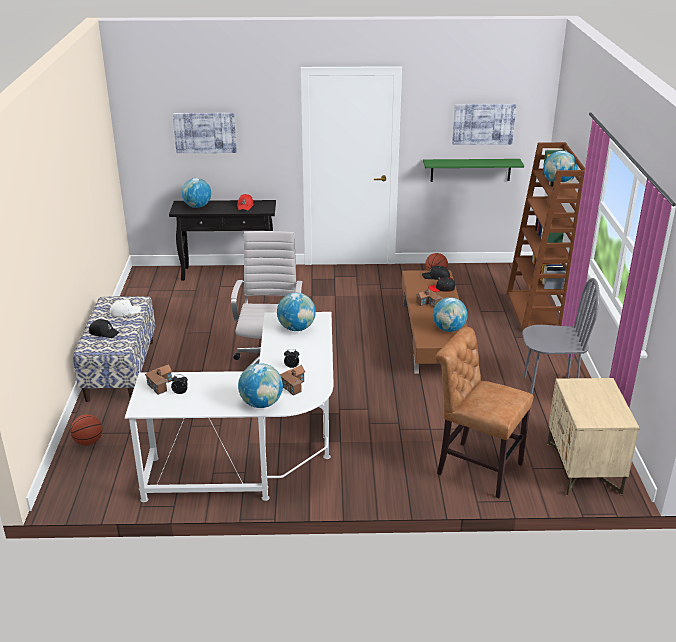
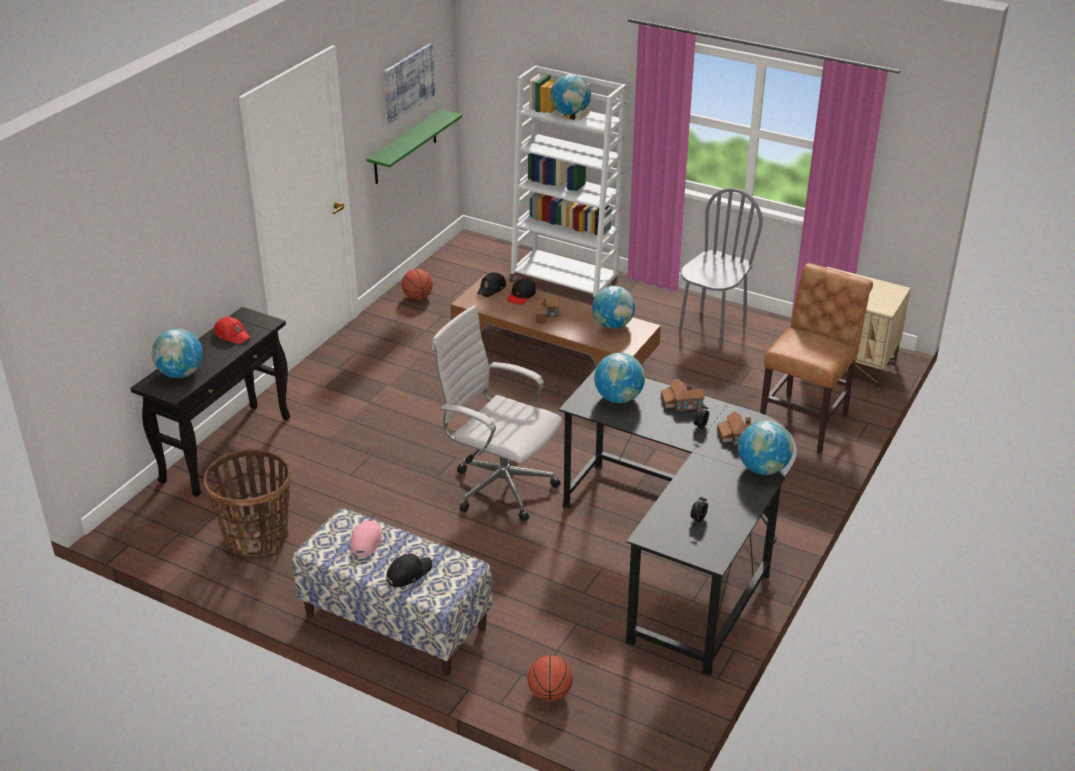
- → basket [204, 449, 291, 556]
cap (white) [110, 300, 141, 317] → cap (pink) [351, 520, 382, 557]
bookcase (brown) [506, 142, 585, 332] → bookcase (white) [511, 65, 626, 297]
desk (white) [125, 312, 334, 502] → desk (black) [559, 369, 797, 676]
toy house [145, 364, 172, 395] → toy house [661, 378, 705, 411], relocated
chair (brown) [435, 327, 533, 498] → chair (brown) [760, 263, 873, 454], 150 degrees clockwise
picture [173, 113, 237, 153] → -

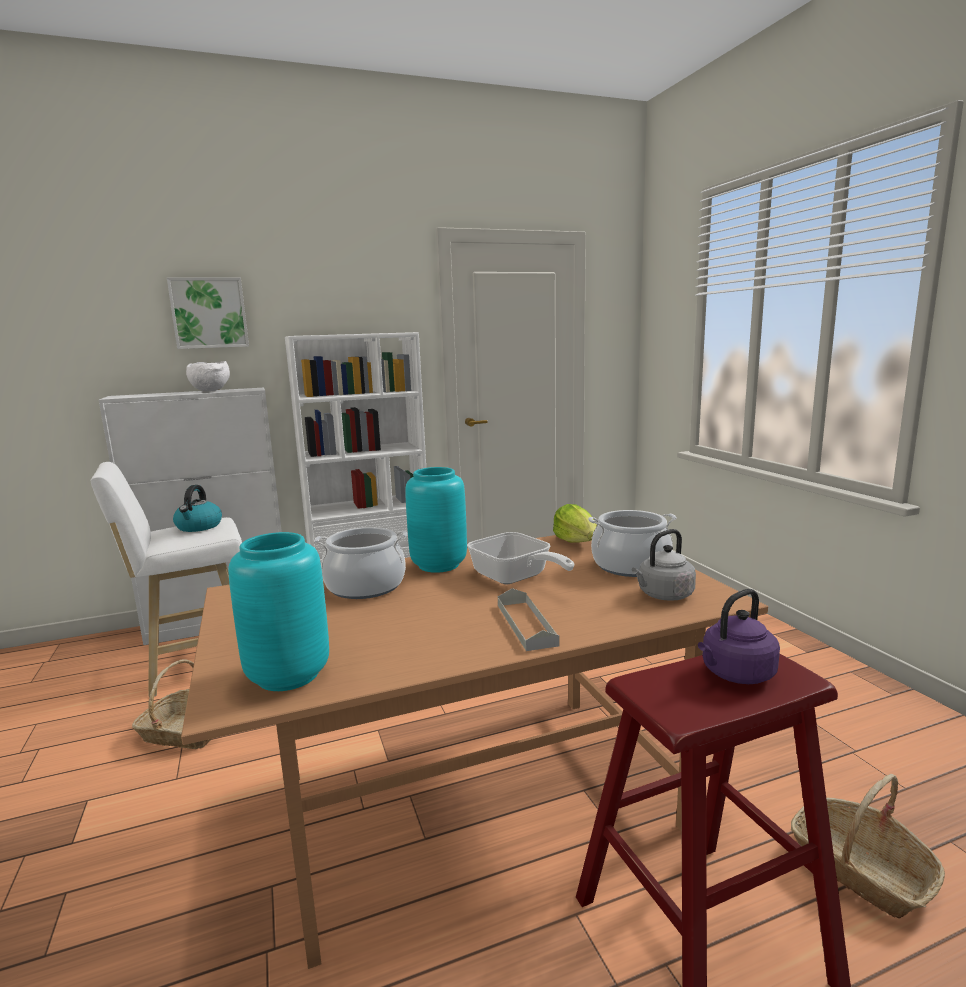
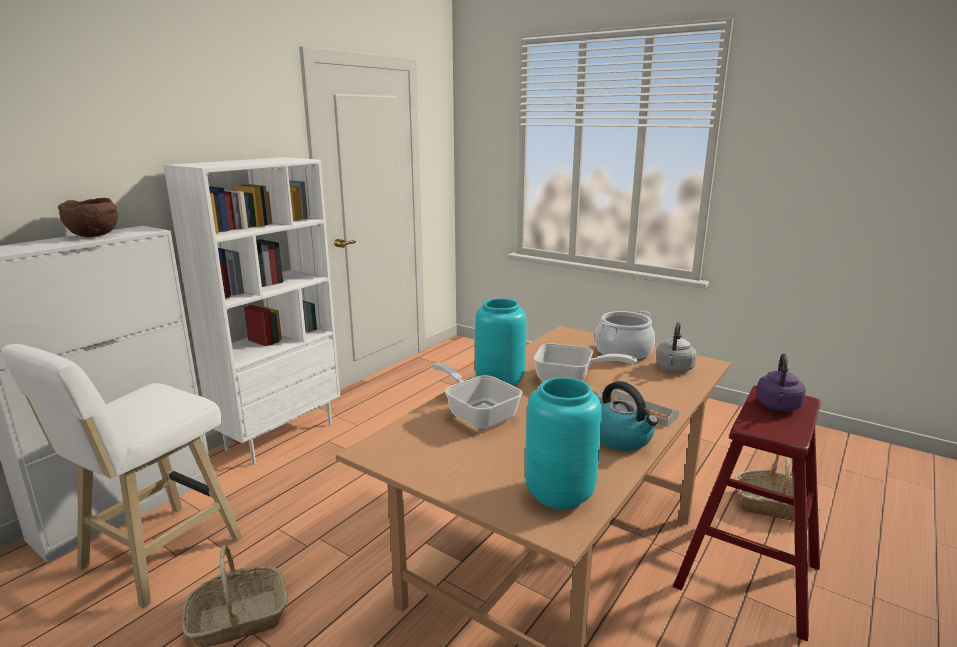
bowl (white) [186, 361, 230, 391] → bowl (brown) [58, 198, 118, 237]
cooking pot [314, 527, 408, 599] → frying pan [432, 362, 523, 429]
kettle [173, 485, 222, 532] → kettle [600, 381, 658, 451], relocated
picture [167, 278, 249, 349] → -
lettuce [553, 504, 597, 543] → -

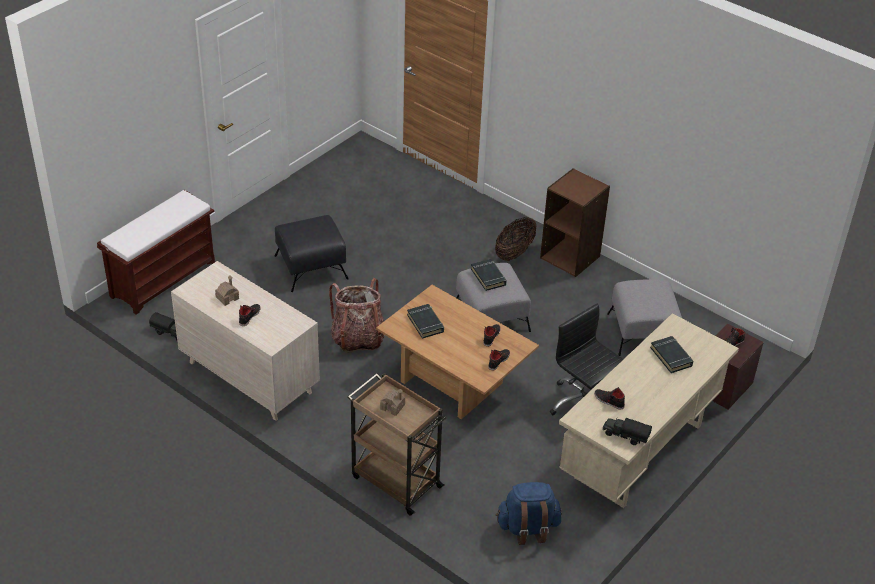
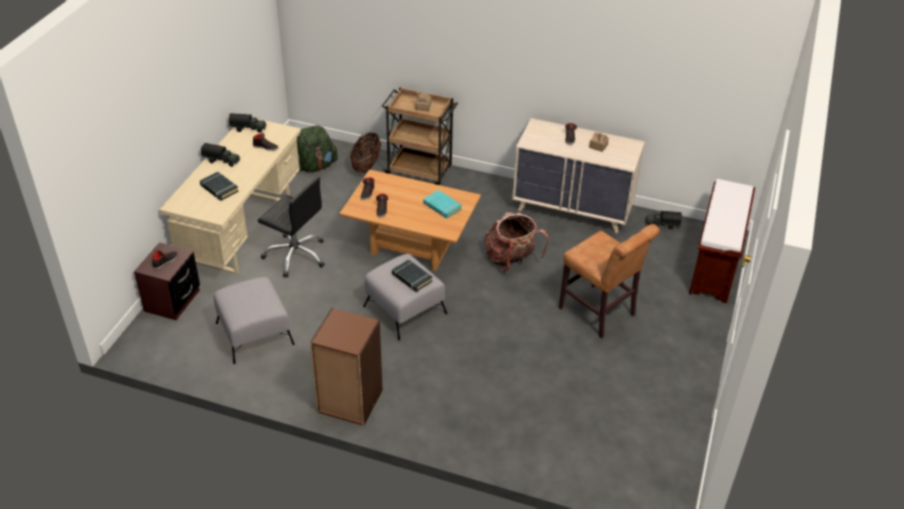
- → toy truck [201, 143, 240, 167]
backpack (blue) [496, 482, 562, 545] → backpack (green) [297, 125, 338, 172]
basket [495, 217, 536, 261] → basket [350, 132, 381, 173], relocated
book (black) [407, 304, 444, 339] → book (turquoise) [424, 190, 462, 219]
ottoman (black) [275, 215, 349, 292] → chair (brown) [559, 224, 660, 339]

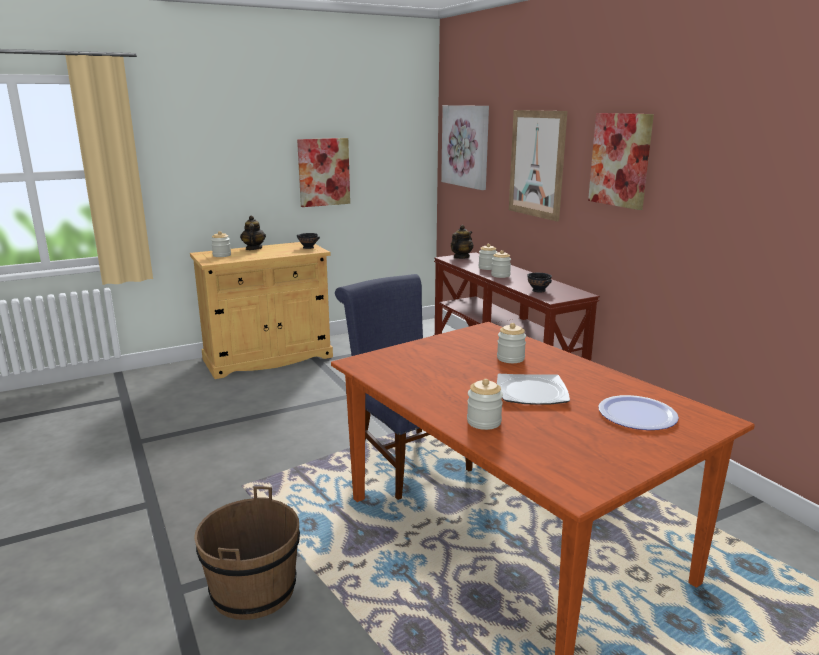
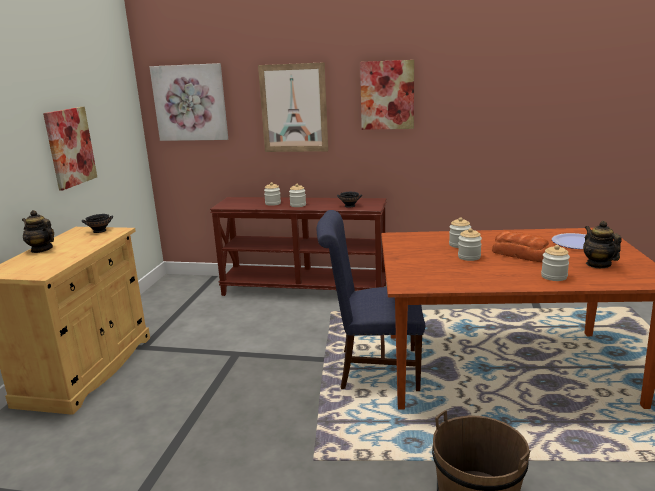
jar [211, 231, 231, 257] → jar [458, 228, 482, 261], relocated
plate [497, 374, 570, 405] → bread [492, 230, 549, 262]
teapot [451, 225, 473, 259] → teapot [583, 221, 622, 268], relocated

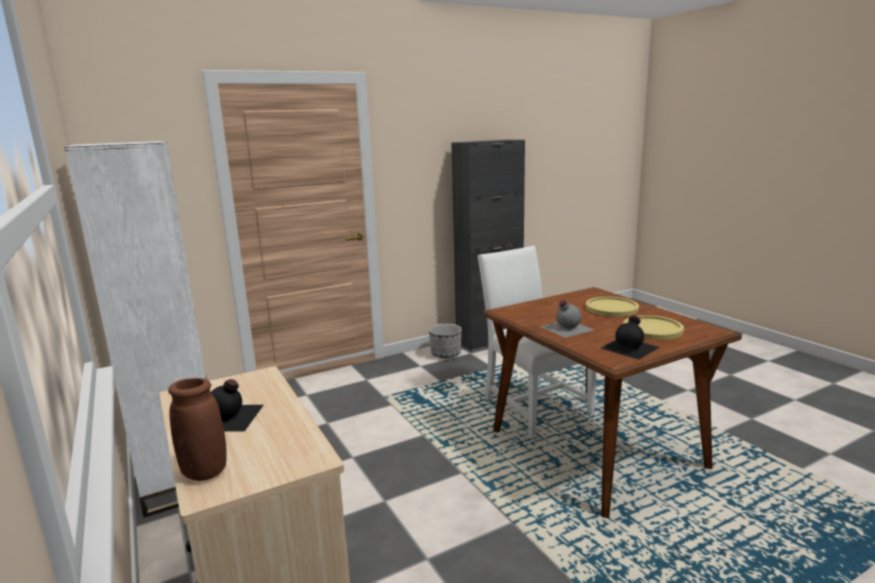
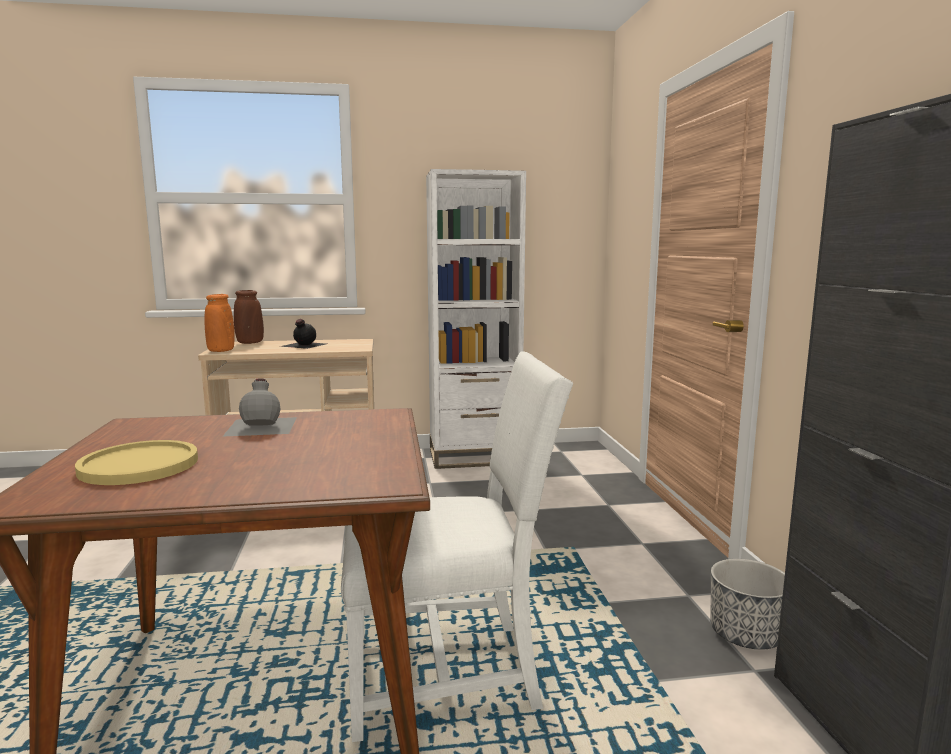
- → vase (orange) [205, 294, 235, 352]
plate (yellow) [586, 297, 639, 317] → -
bottle (black) [601, 315, 660, 360] → -

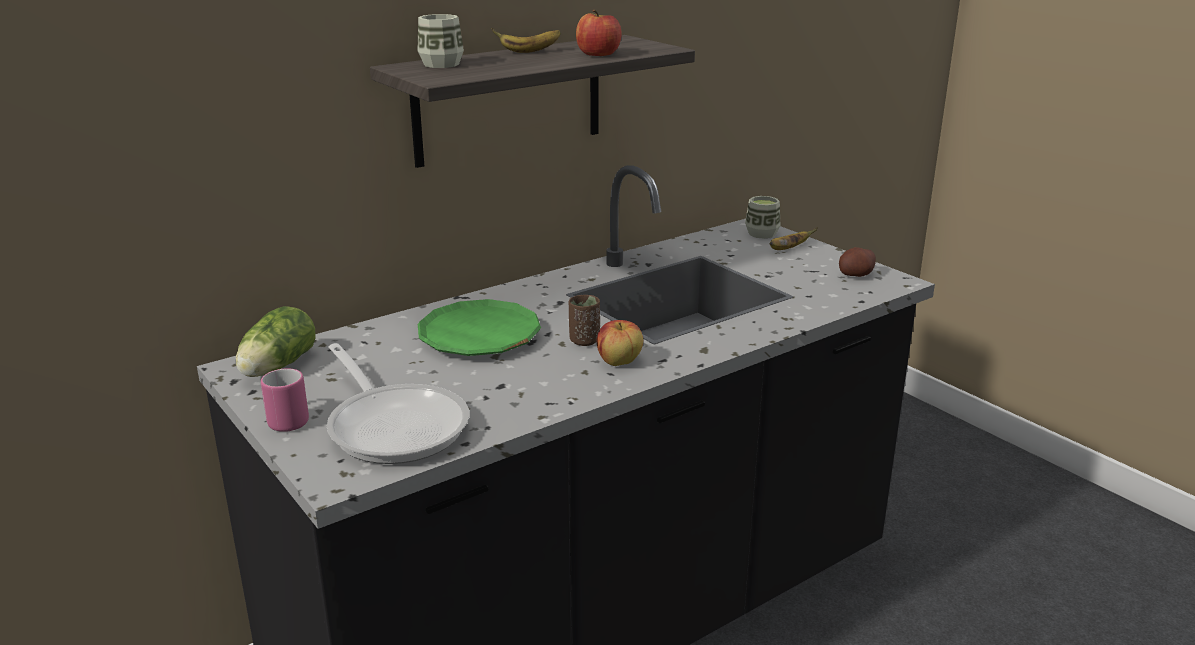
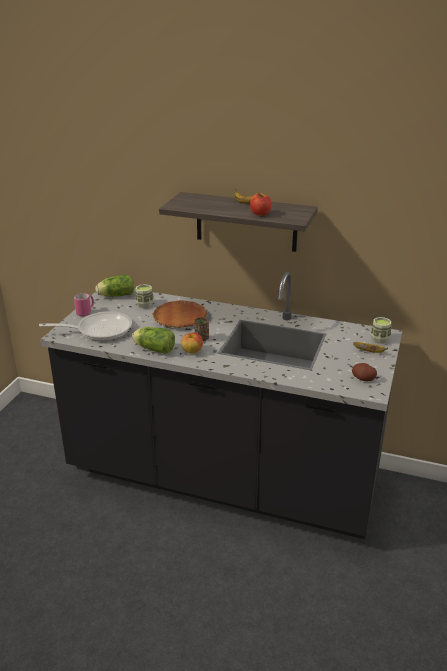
frying pan [327, 343, 469, 464] → frying pan [39, 311, 132, 341], 120 degrees counterclockwise
- → lettuce [132, 327, 175, 354]
cup [417, 14, 464, 68] → cup [135, 284, 154, 308], relocated
plate (green) [418, 299, 541, 356] → plate (brown) [153, 300, 207, 328]

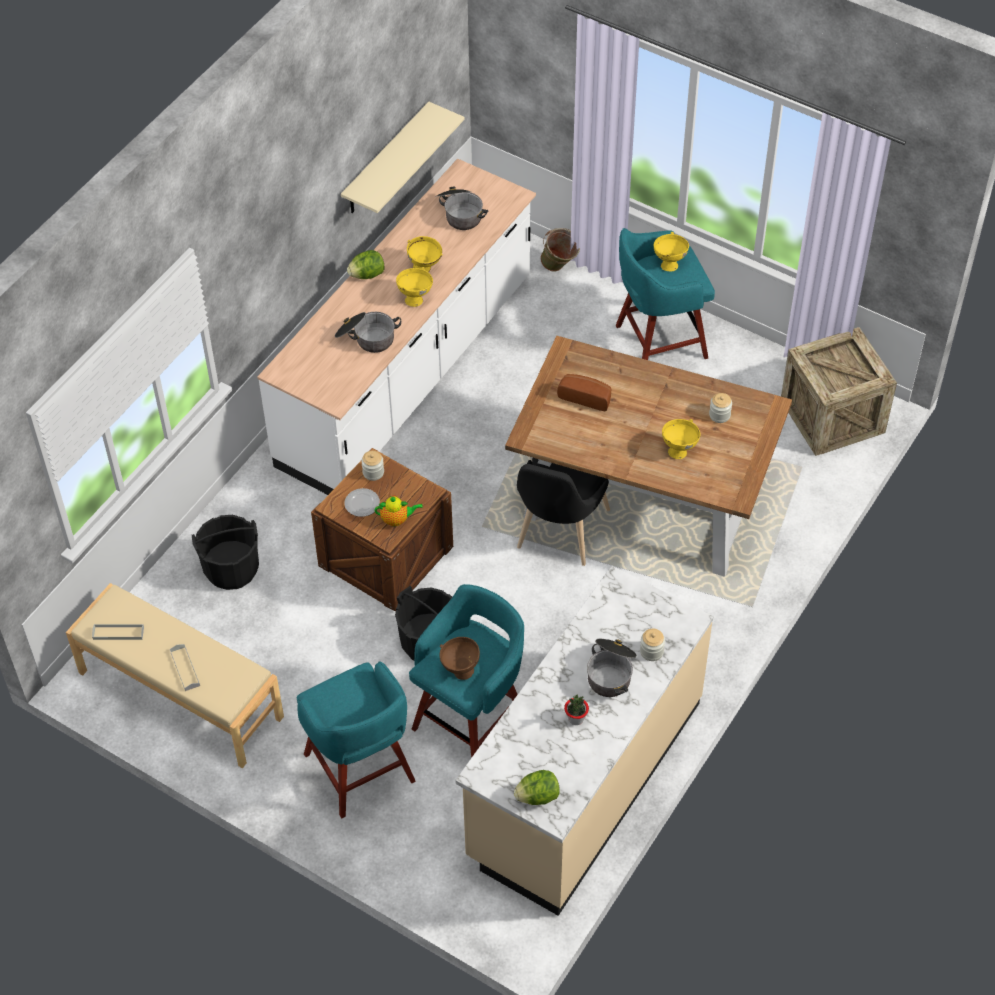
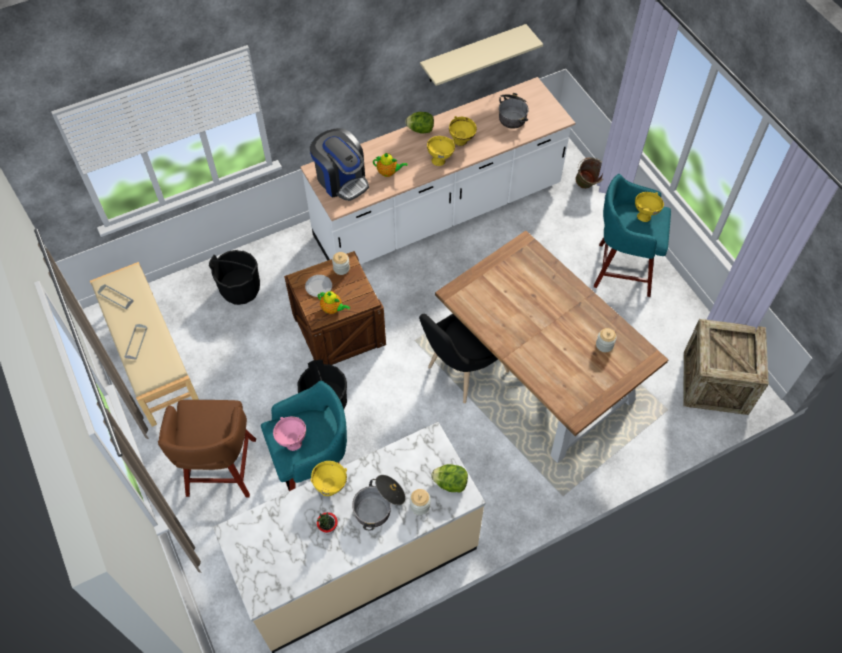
stool (turquoise) [297, 661, 415, 818] → stool (brown) [158, 400, 256, 497]
bowl (brown) [439, 637, 480, 680] → bowl (pink) [273, 417, 306, 451]
- → coffee machine [310, 128, 369, 201]
bowl (yellow) [662, 419, 701, 459] → bowl (yellow) [311, 461, 347, 496], relocated
cooking pot [335, 312, 401, 353] → teapot [373, 153, 408, 177]
lettuce [514, 770, 560, 805] → lettuce [431, 464, 468, 493], relocated
bread [557, 374, 611, 411] → -

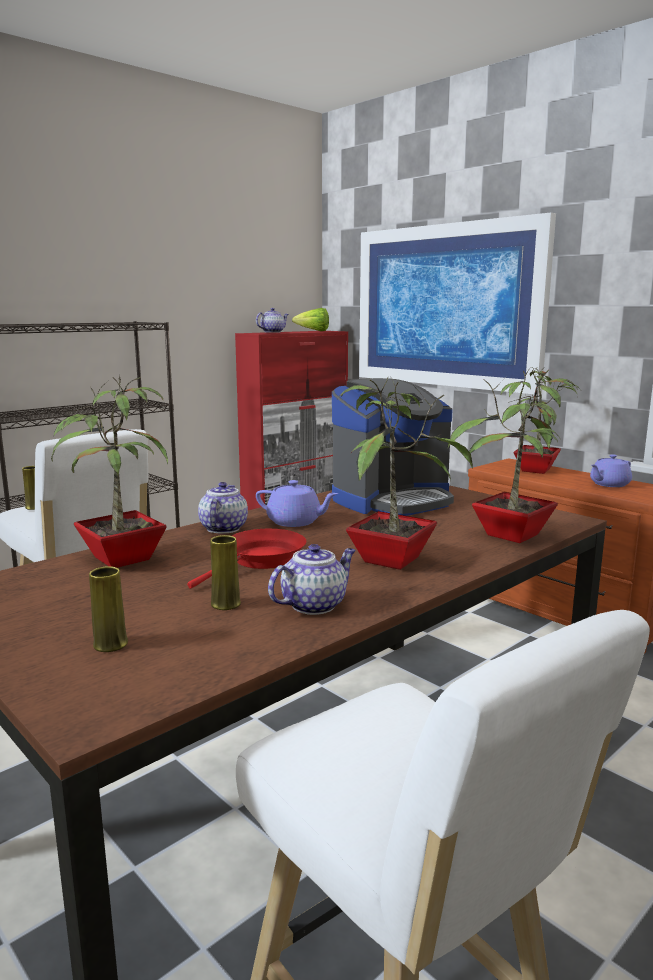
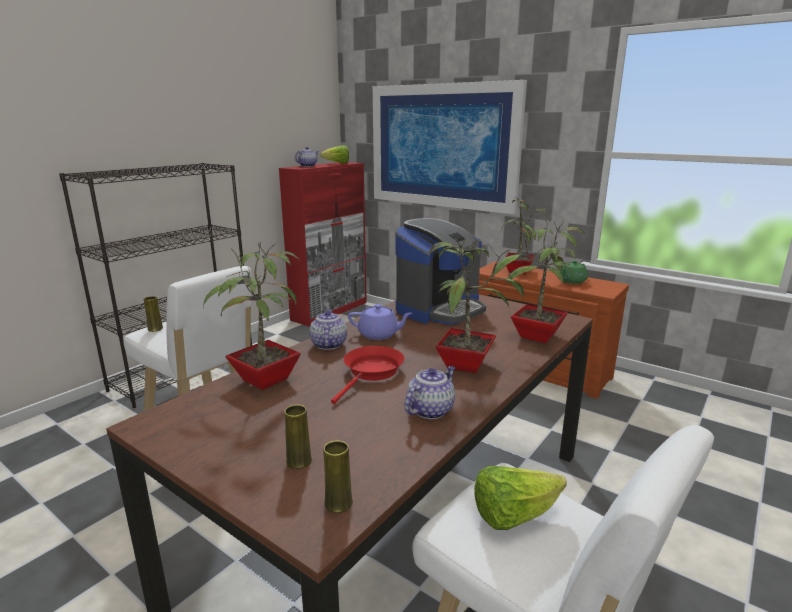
vase (yellow) [210, 535, 241, 610] → vase (yellow) [323, 440, 353, 513], relocated
- → lettuce [474, 466, 567, 530]
teapot (purple) [590, 454, 632, 487] → teapot (green) [561, 260, 588, 284]

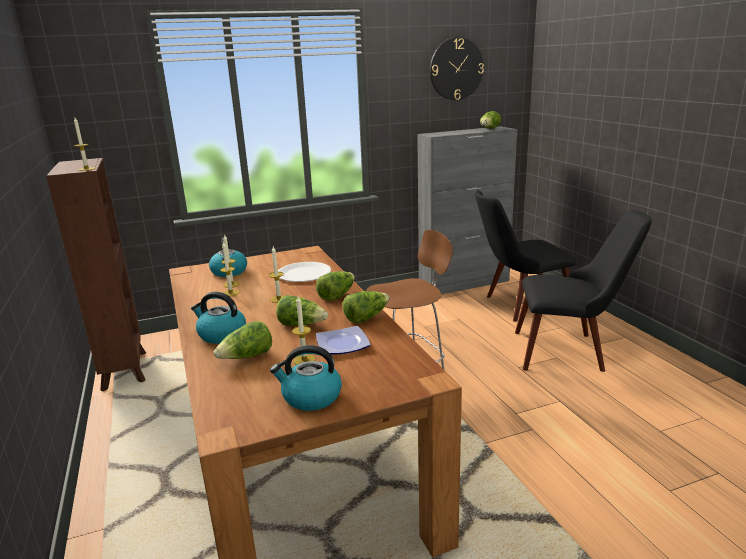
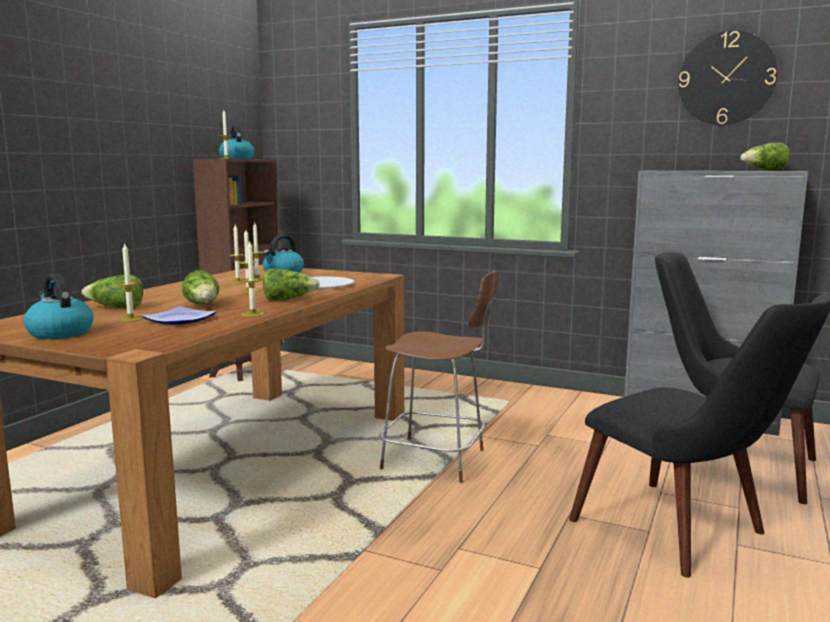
kettle [191, 292, 246, 344] → kettle [219, 125, 254, 159], relocated
lettuce [342, 291, 390, 323] → candle [241, 240, 265, 317]

